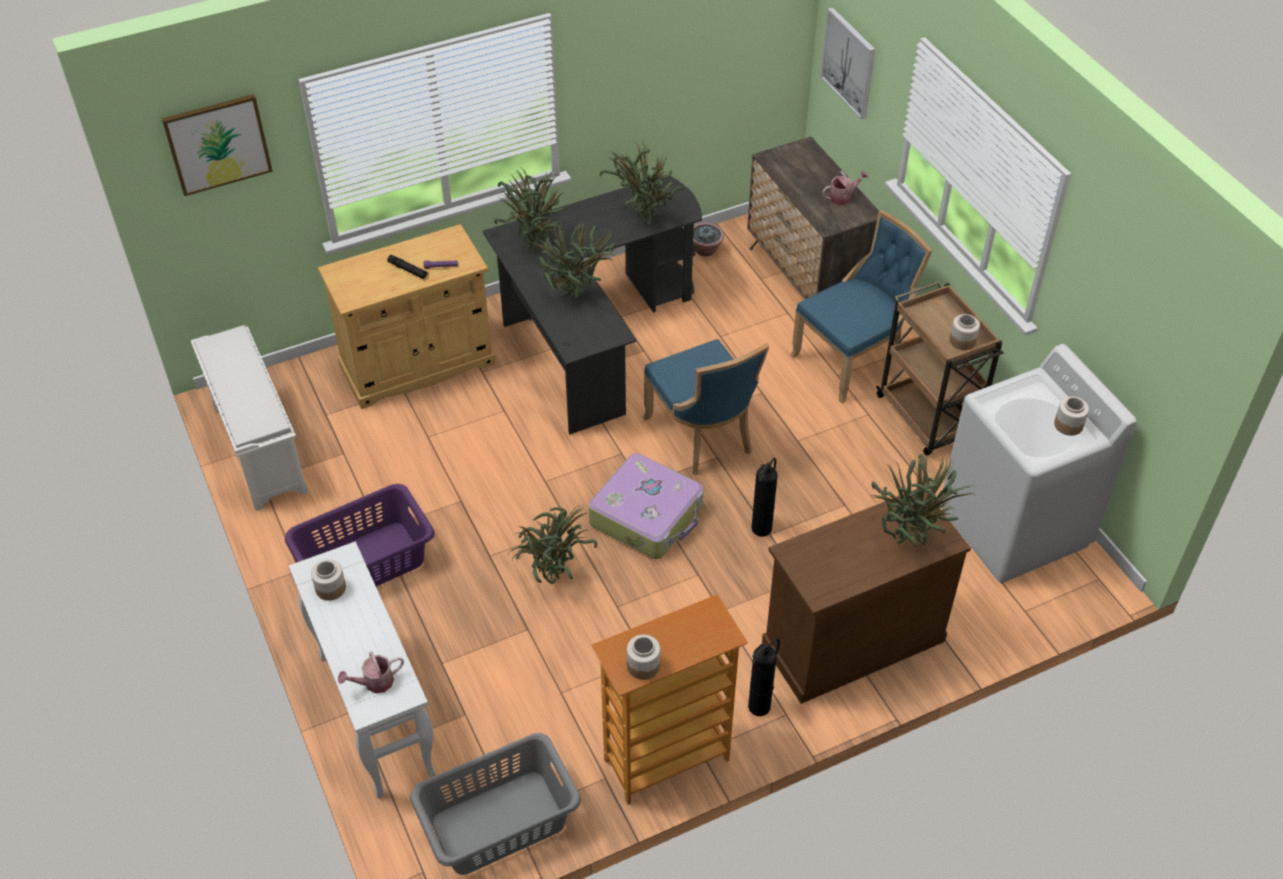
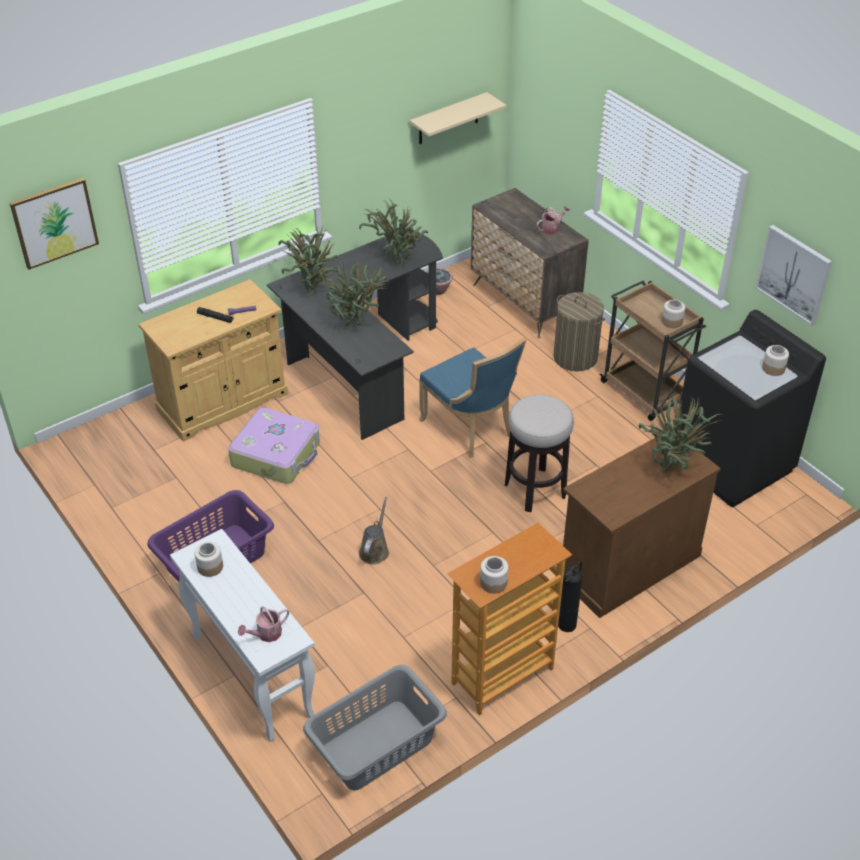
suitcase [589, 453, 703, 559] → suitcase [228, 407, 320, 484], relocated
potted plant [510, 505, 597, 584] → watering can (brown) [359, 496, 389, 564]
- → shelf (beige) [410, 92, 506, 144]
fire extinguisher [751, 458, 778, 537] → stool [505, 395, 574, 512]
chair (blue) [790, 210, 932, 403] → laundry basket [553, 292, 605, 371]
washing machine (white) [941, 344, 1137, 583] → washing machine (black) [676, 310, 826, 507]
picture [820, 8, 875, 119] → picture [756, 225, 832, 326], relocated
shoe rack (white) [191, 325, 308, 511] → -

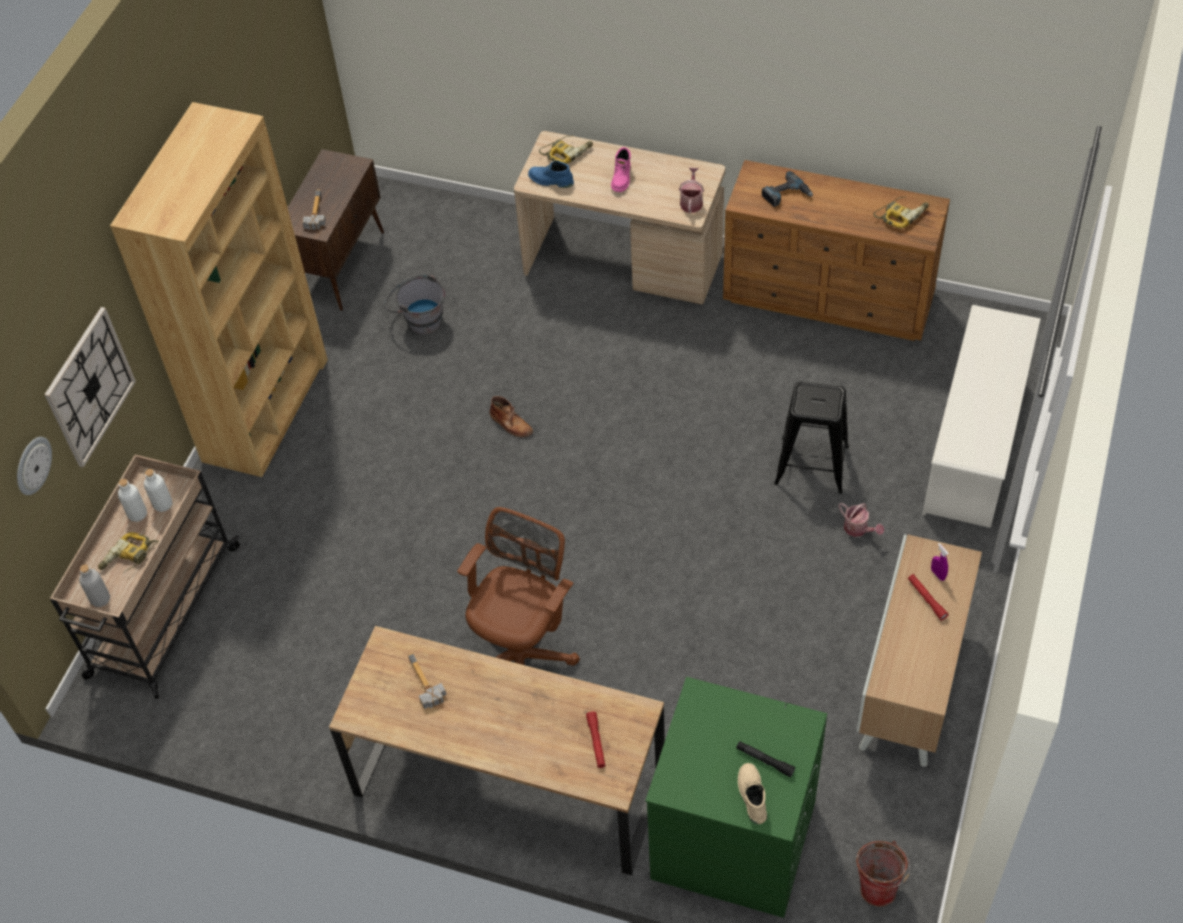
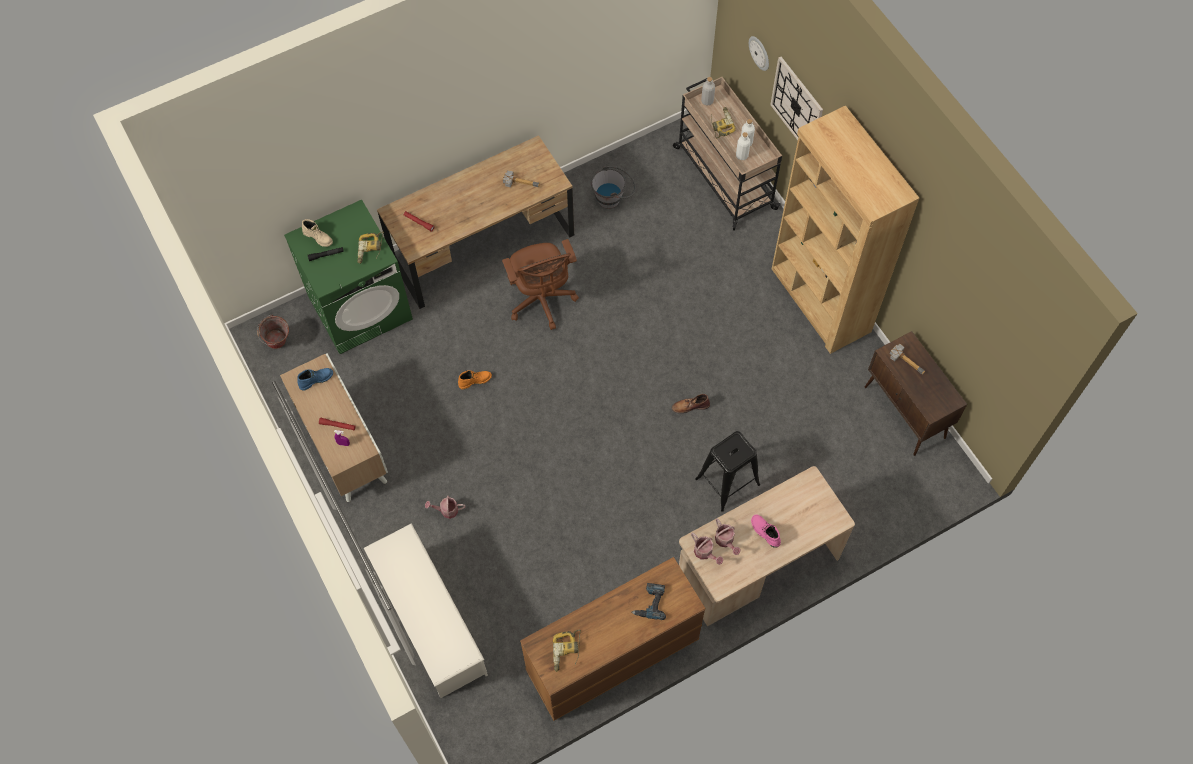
boot (blue) [528, 160, 574, 188] → boot (blue) [298, 368, 333, 391], relocated
power drill [539, 135, 593, 164] → power drill [357, 232, 384, 264], relocated
- → boot (orange) [458, 370, 492, 389]
bucket (grey) [384, 274, 445, 334] → bucket (grey) [591, 166, 636, 209], relocated
stool (black) [774, 381, 849, 494] → stool (black) [695, 431, 760, 512], relocated
- → watering can [715, 518, 741, 555]

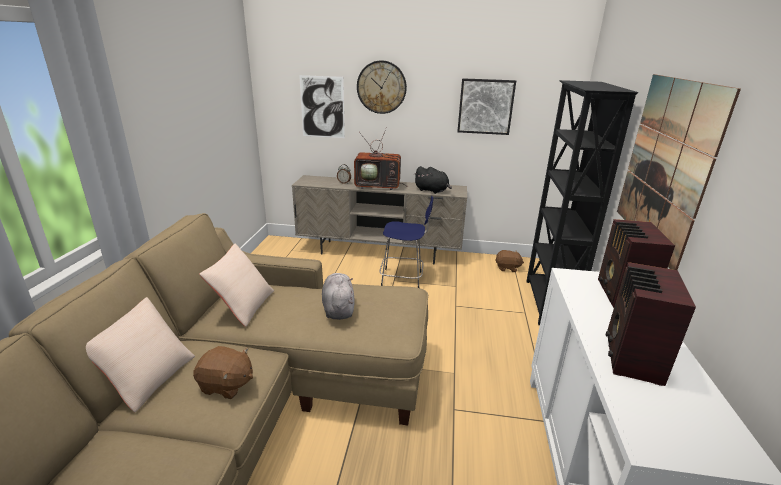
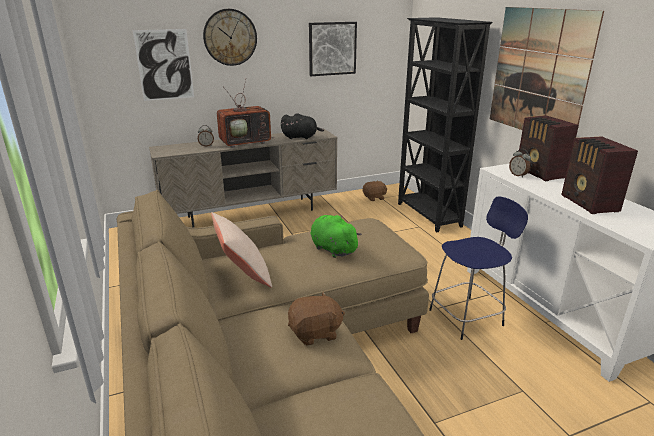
plush toy (grey) [322, 273, 355, 320] → plush toy (green) [310, 215, 362, 258]
stool (blue) [379, 196, 433, 288] → stool (blue) [429, 196, 528, 340], relocated
- → alarm clock [509, 149, 531, 178]
pillow (beige) [86, 297, 195, 412] → -

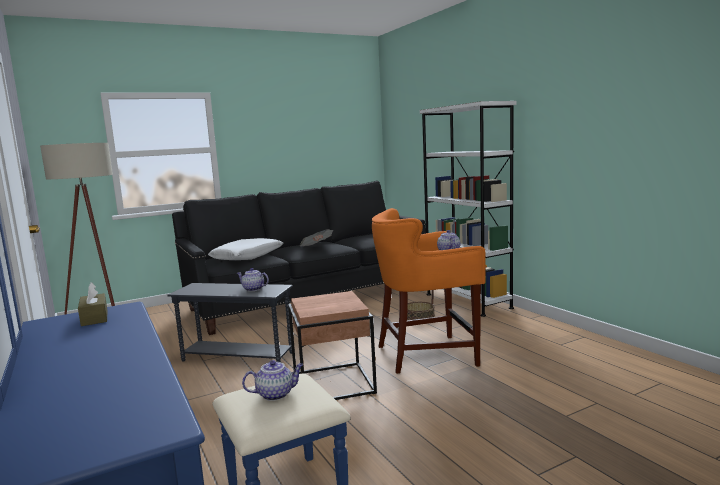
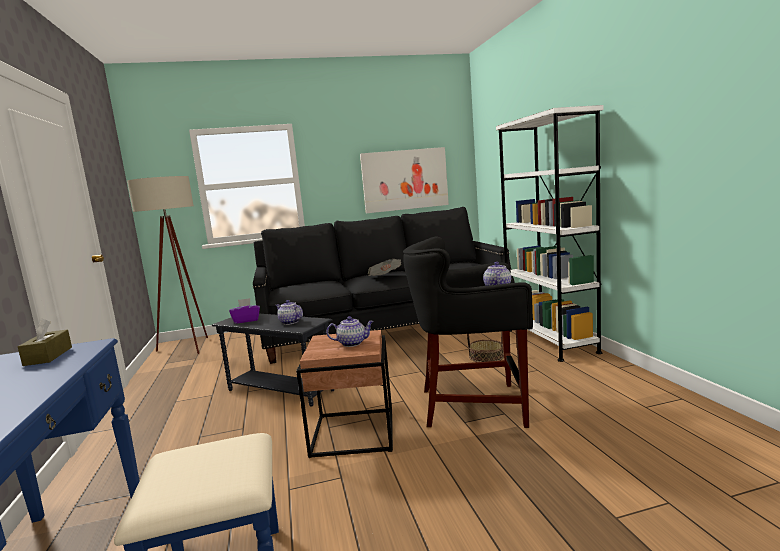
- → tissue box (purple) [229, 298, 260, 324]
teapot [242, 360, 304, 401] → teapot [327, 316, 374, 347], relocated
- → picture [360, 147, 449, 213]
stool (orange) [372, 208, 486, 374] → stool (black) [403, 236, 533, 428]
pillow (white) [208, 238, 283, 260] → -

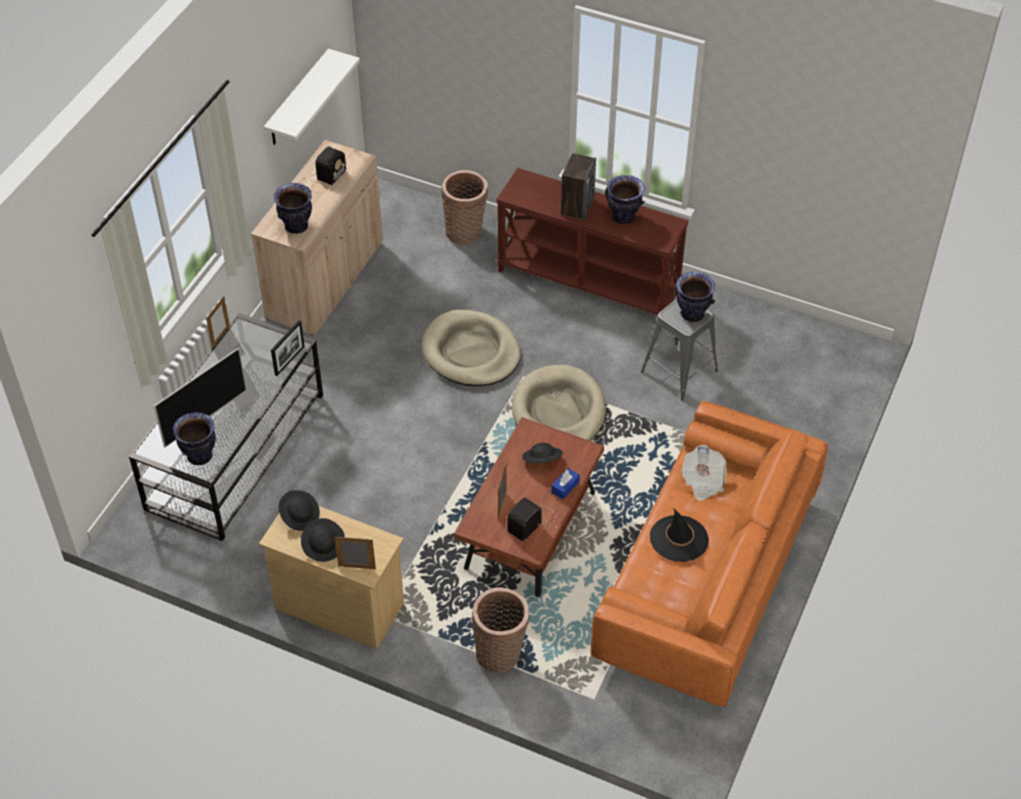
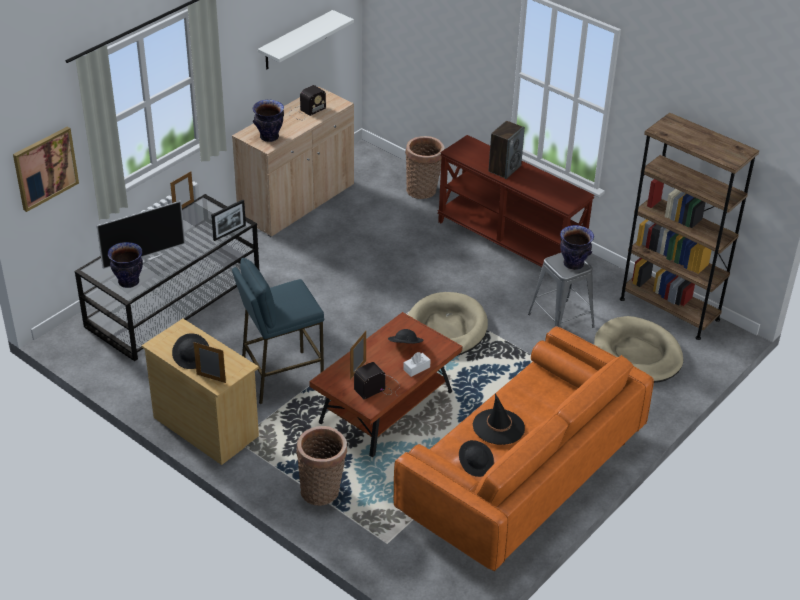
- → picture [13, 127, 79, 212]
- → stool (blue) [232, 258, 324, 404]
tissue box (blue) [551, 468, 580, 499] → tissue box (white) [403, 352, 431, 377]
hat (black) [278, 490, 320, 531] → hat (black) [459, 440, 494, 477], relocated
dog bed (beige) [421, 309, 521, 386] → dog bed (beige) [594, 316, 683, 383], relocated
- → bookcase (brown) [620, 113, 759, 340]
vase [605, 175, 645, 224] → -
newspaper [681, 445, 727, 501] → -

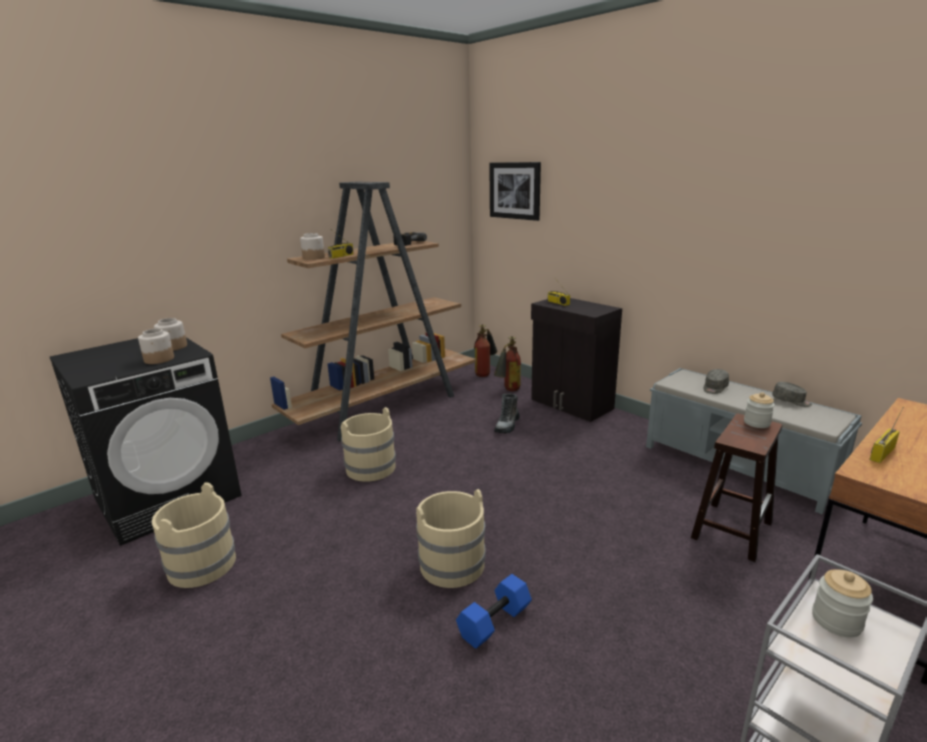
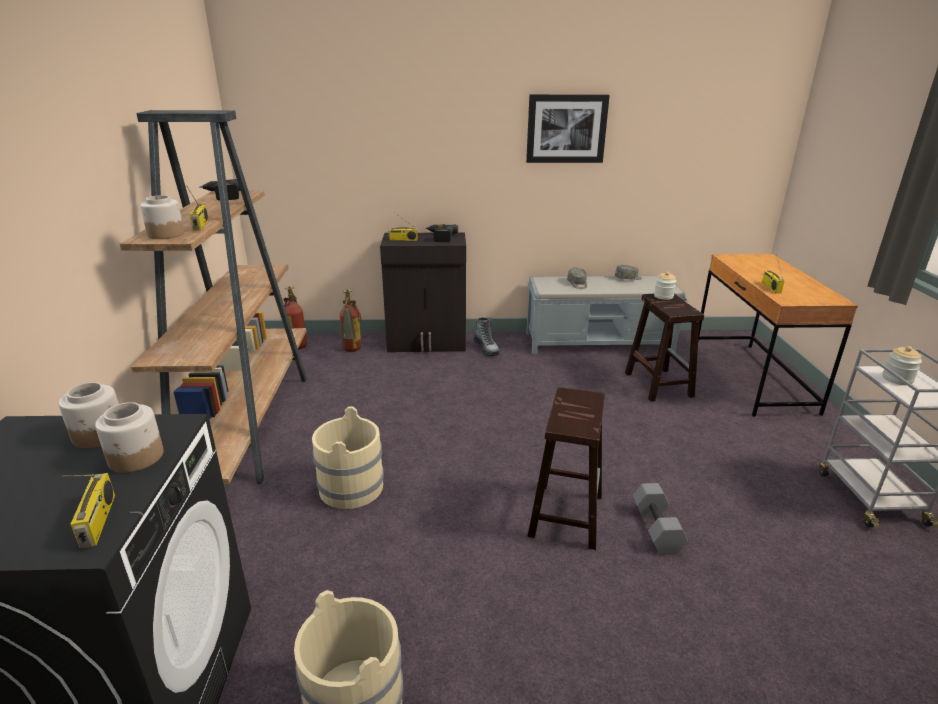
- → radio [62, 473, 115, 548]
- → power drill [425, 224, 458, 242]
boot [494, 393, 520, 434] → boot [474, 317, 500, 356], relocated
picture [489, 162, 541, 221] → picture [526, 94, 610, 163], relocated
bucket (beige) [416, 489, 486, 588] → stool (brown) [528, 387, 605, 550]
dumbbell (blue) [456, 574, 532, 649] → dumbbell (grey) [632, 483, 688, 554]

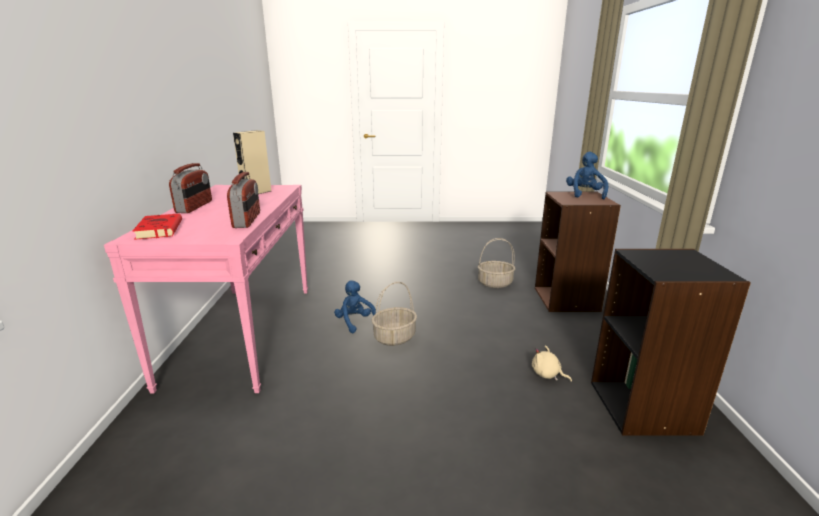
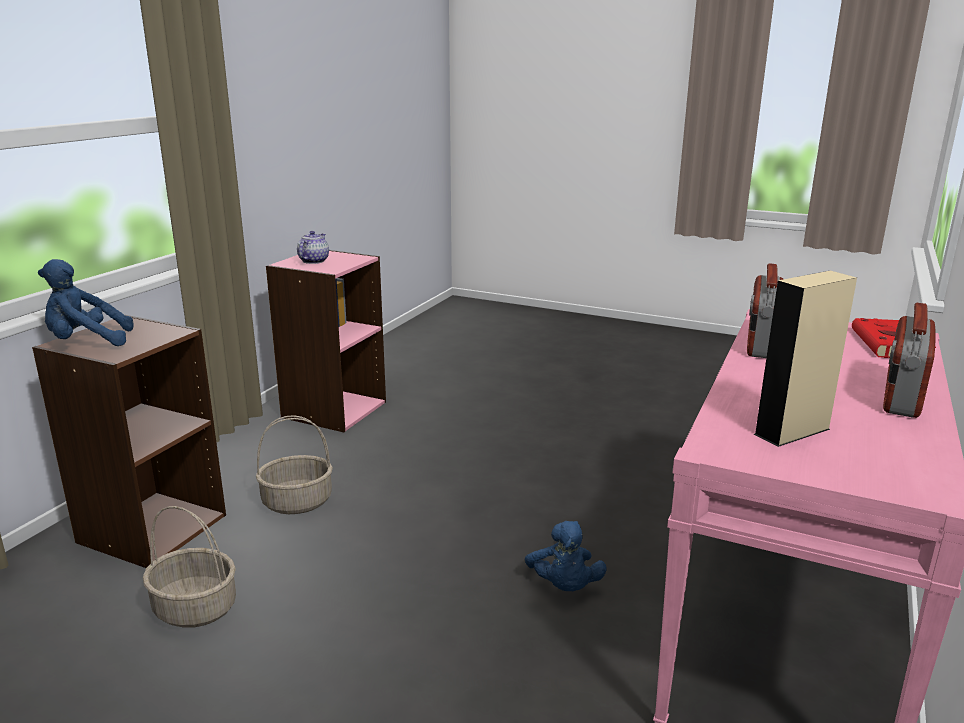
plush toy (blue) [566, 152, 608, 199] → plush toy (blue) [38, 259, 134, 346], 45 degrees clockwise
basket [372, 282, 417, 346] → basket [256, 415, 333, 514], relocated
bookcase (black) [591, 249, 751, 436] → bookcase (pink) [266, 250, 386, 432]
- → teapot [297, 231, 329, 264]
plush toy (beige) [532, 345, 572, 382] → -

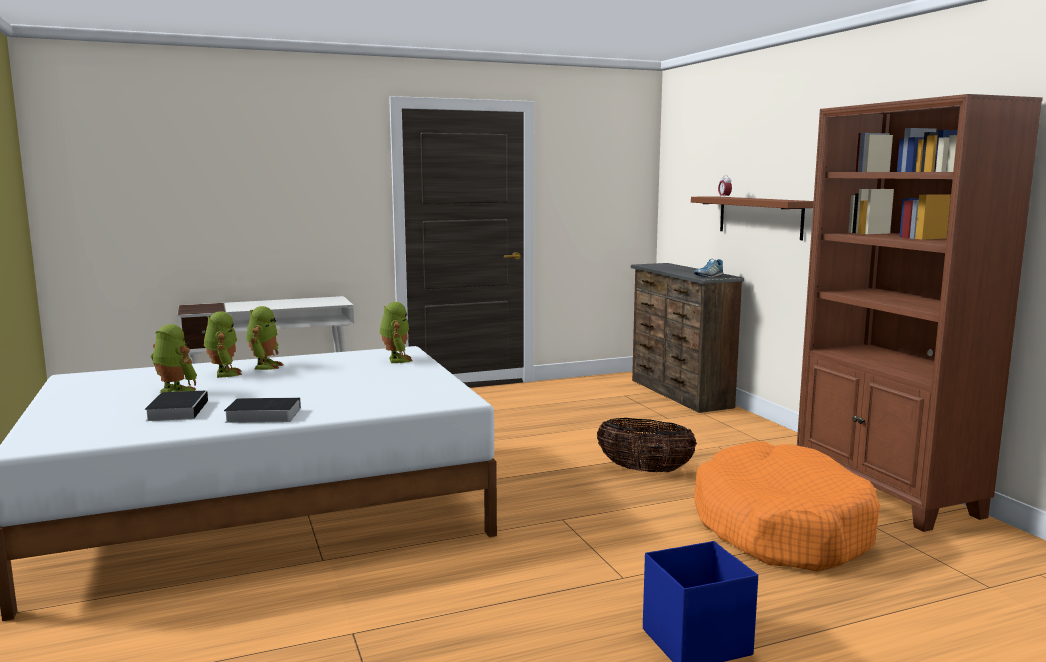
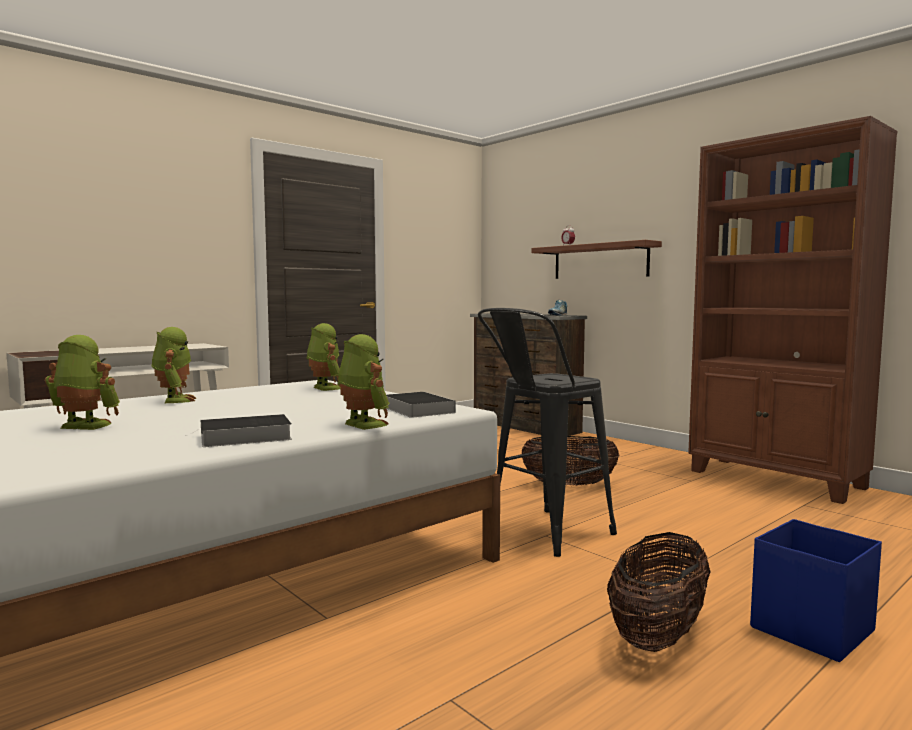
toy robot [204, 311, 242, 378] → toy robot [338, 334, 389, 430], relocated
book [145, 390, 208, 421] → book [386, 392, 455, 418], relocated
- → stool (black) [478, 308, 617, 557]
- → basket [607, 532, 711, 652]
dog bed (orange) [694, 441, 880, 572] → -

